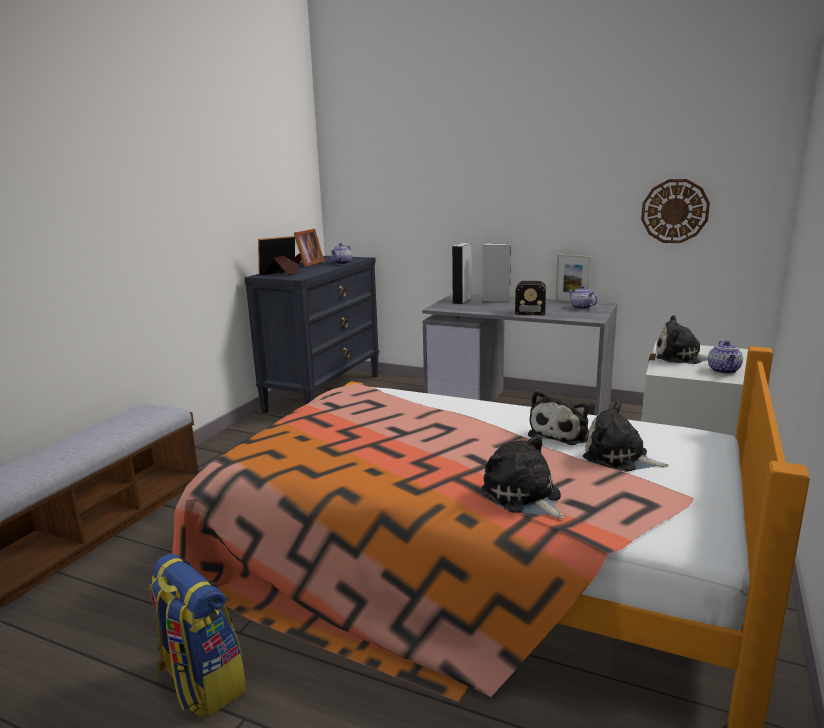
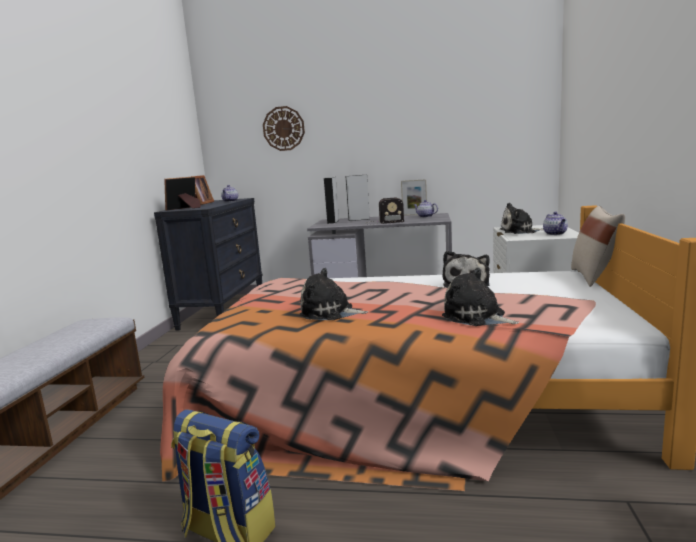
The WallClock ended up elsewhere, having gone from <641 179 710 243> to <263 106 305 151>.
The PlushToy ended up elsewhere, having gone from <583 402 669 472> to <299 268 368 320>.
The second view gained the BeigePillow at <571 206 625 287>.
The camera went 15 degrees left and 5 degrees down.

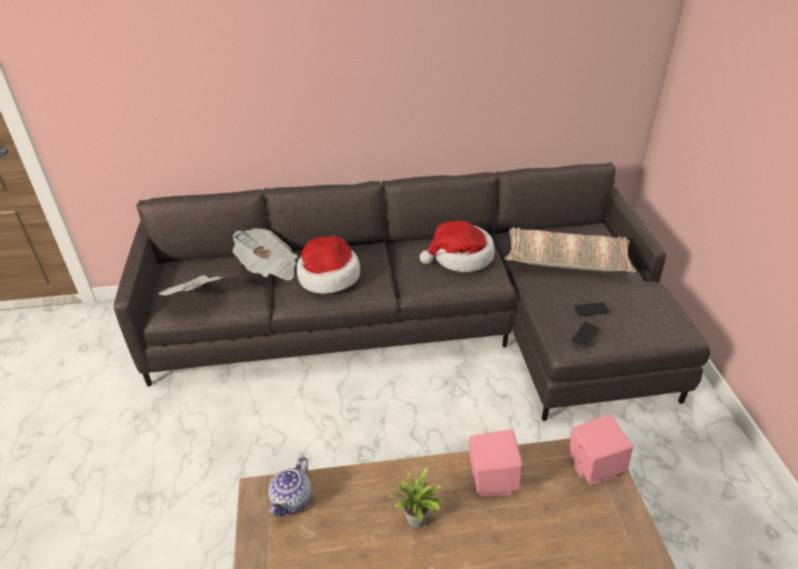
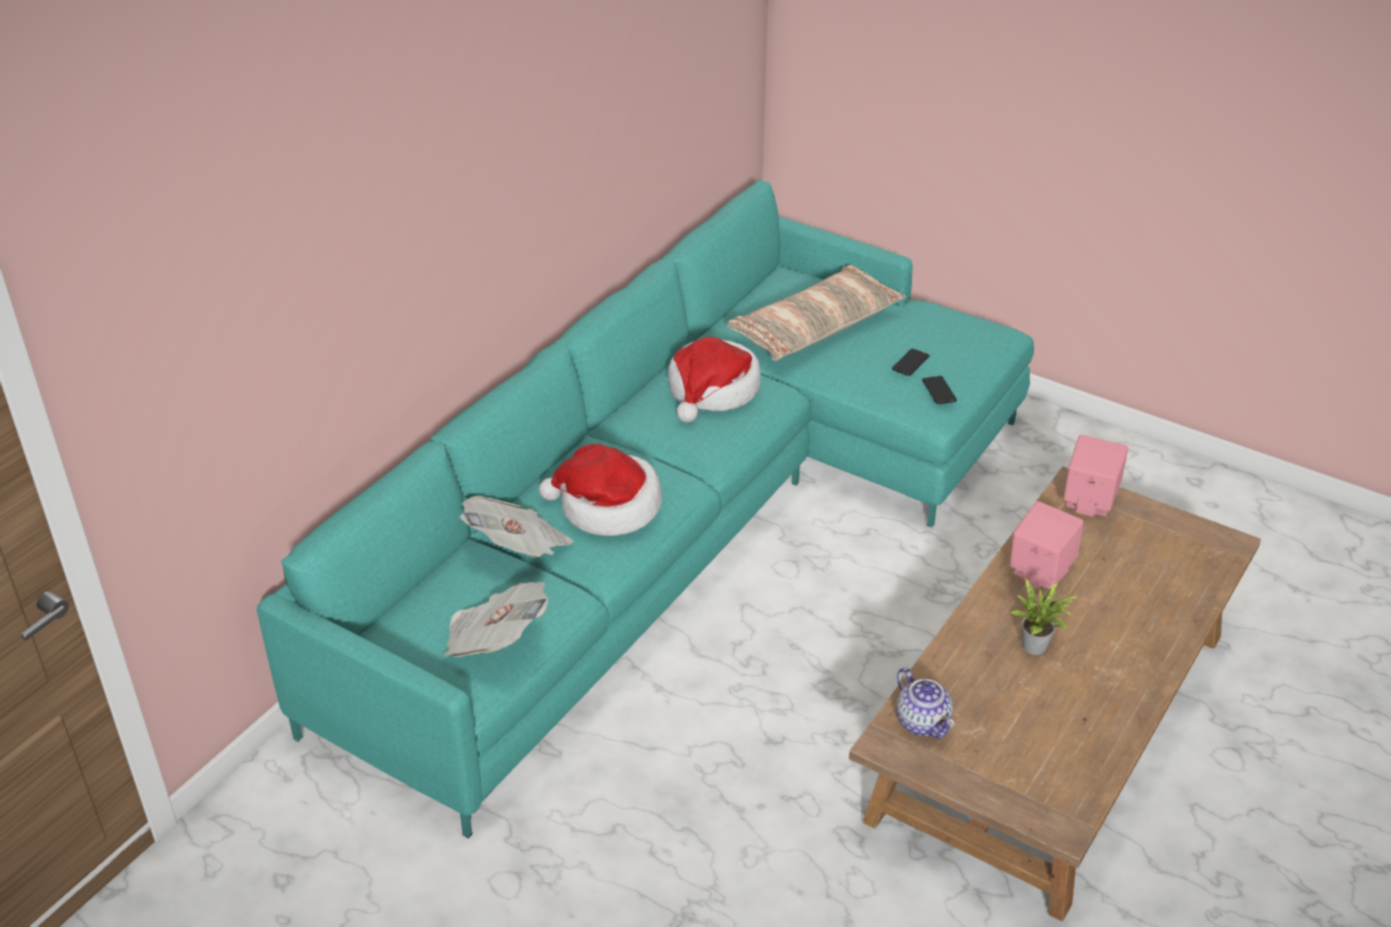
What was the GreyCouch at <114 162 710 421> turned into the TurquoiseCouch at <257 180 1034 838>.
The camera went 50 degrees left and 0 degrees up.

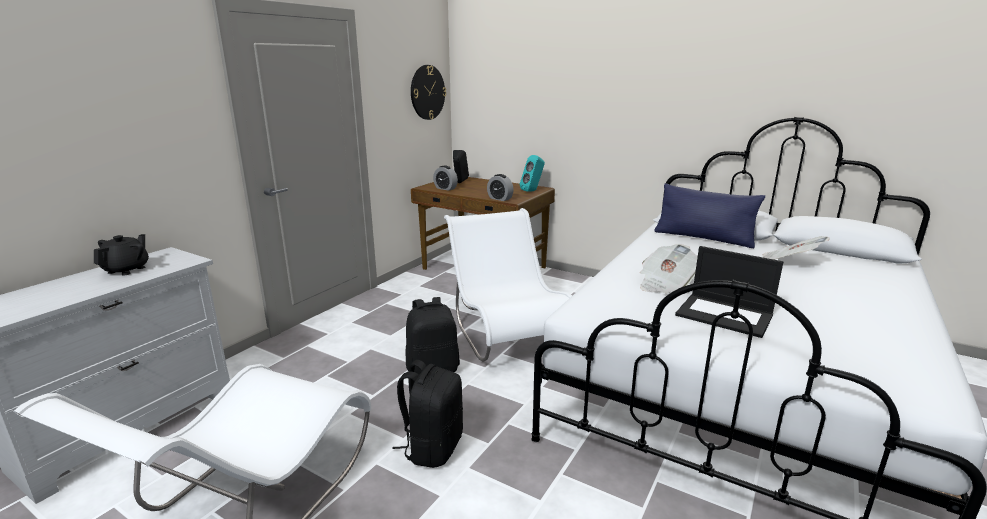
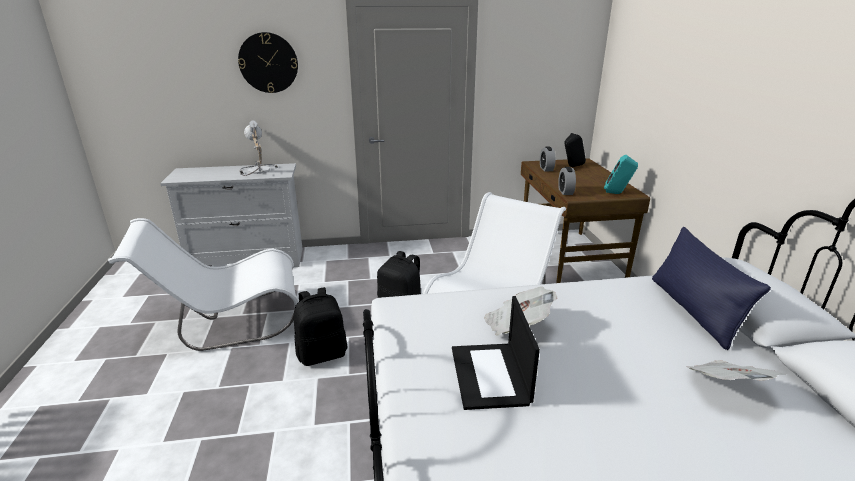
The WallClock ended up elsewhere, having gone from <411 65 446 120> to <238 32 298 93>.
Where the BlackishTeaPot stood at <94 234 149 276>, the LampForATable came to stand at <239 120 278 176>.
The camera went 50 degrees right and 5 degrees up.

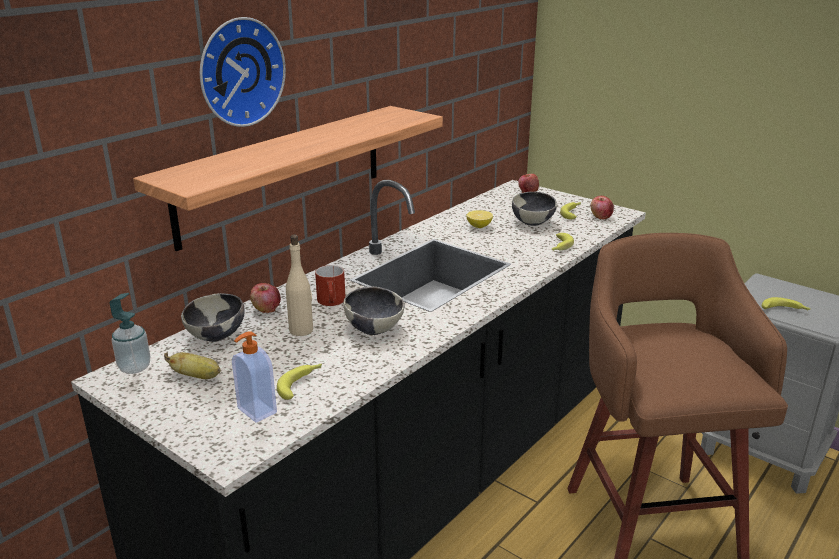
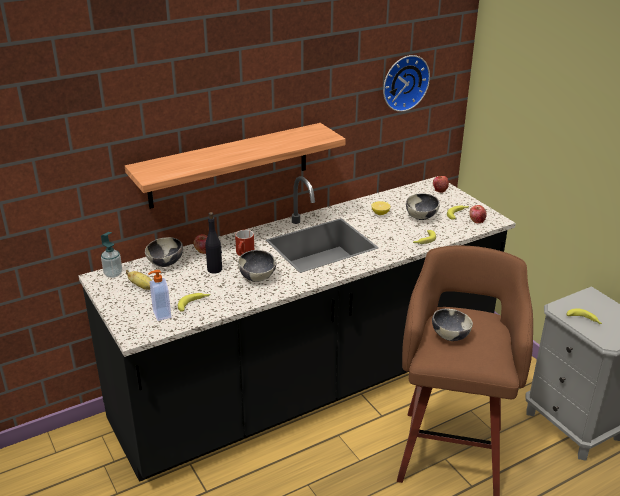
What was the BeigeBottle at <286 235 313 336> turned into the BlackishBottle at <205 212 222 273>.
The WallClock ended up elsewhere, having gone from <200 17 286 127> to <383 55 430 112>.
The second view gained the DeepDish at <432 309 473 341>.
The camera went 20 degrees right and 5 degrees up.

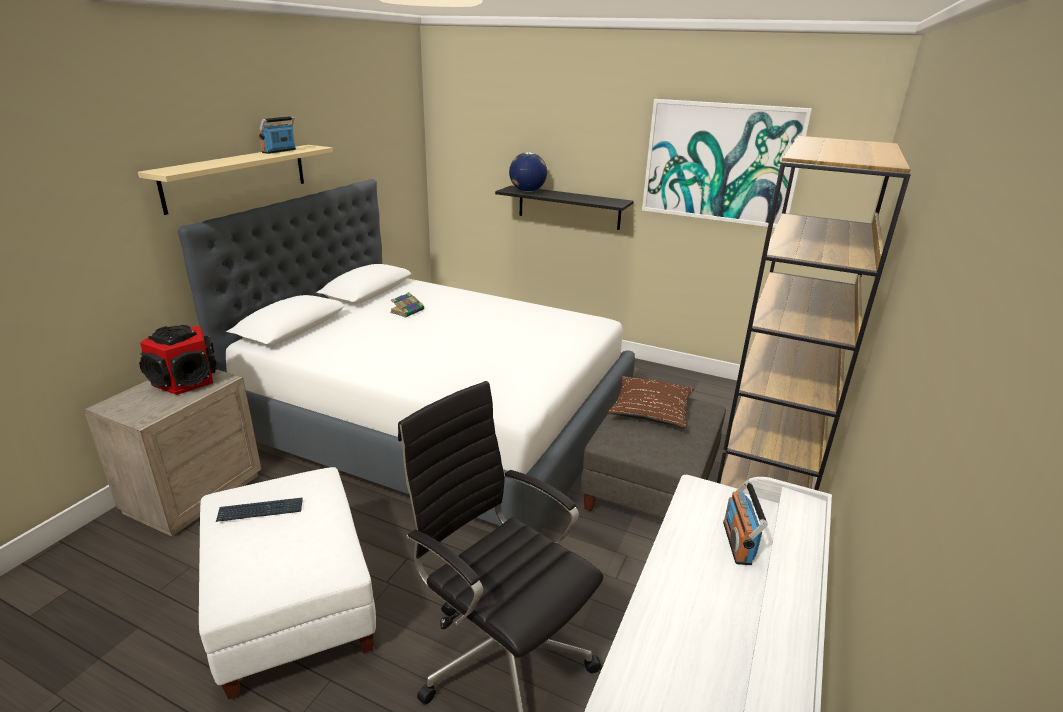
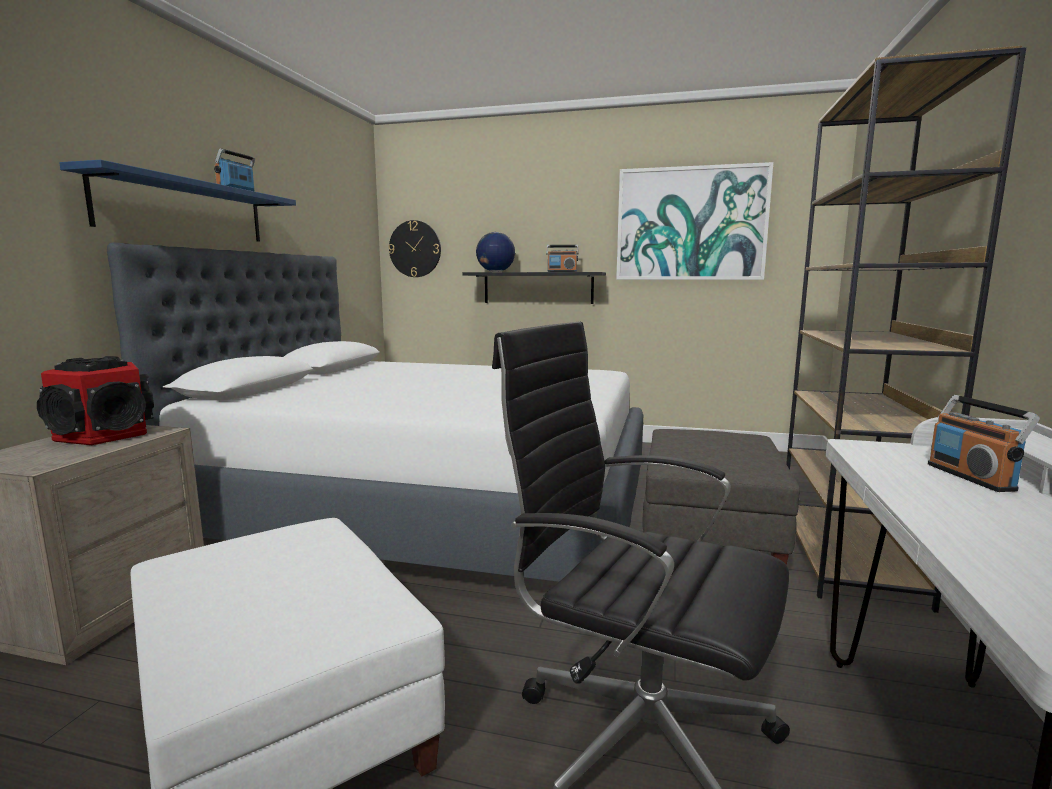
What was the BeigeWallShelf at <138 145 333 215> turned into the BlueWallShelf at <59 160 296 242>.
The second view gained the WallClock at <388 220 441 277>.
The second view gained the Radio at <546 245 579 272>.
The second view lost the PcKeyboard at <216 498 302 522>.
The second view lost the Volume at <390 292 424 318>.
The second view lost the BrownColouredPillow at <608 376 694 428>.
The camera went 10 degrees left and 15 degrees down.

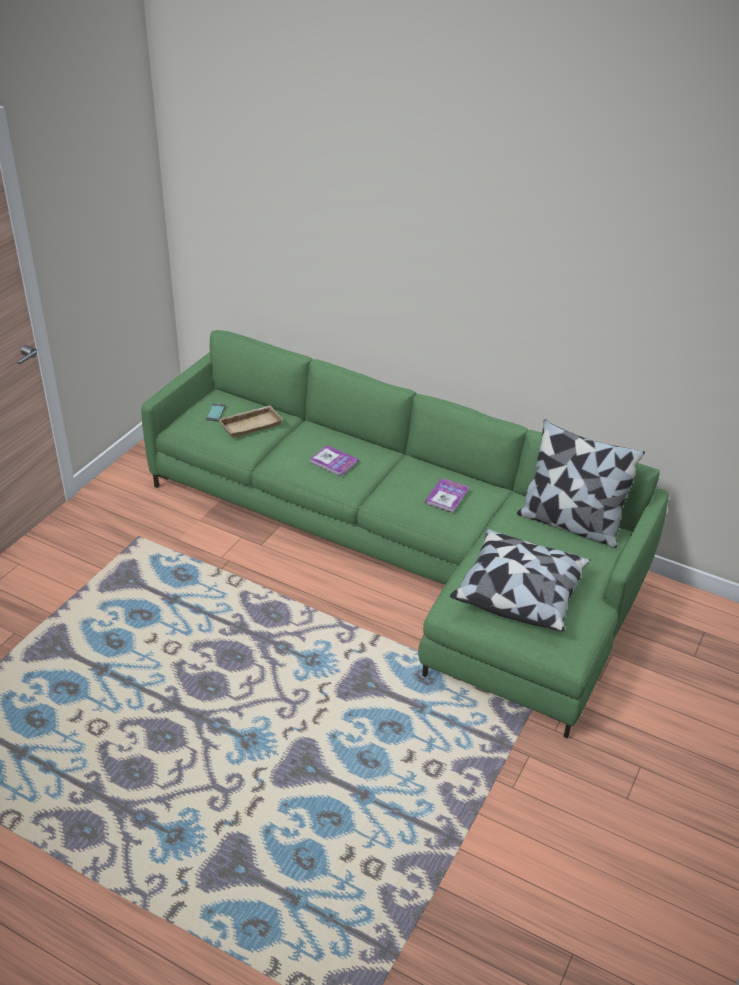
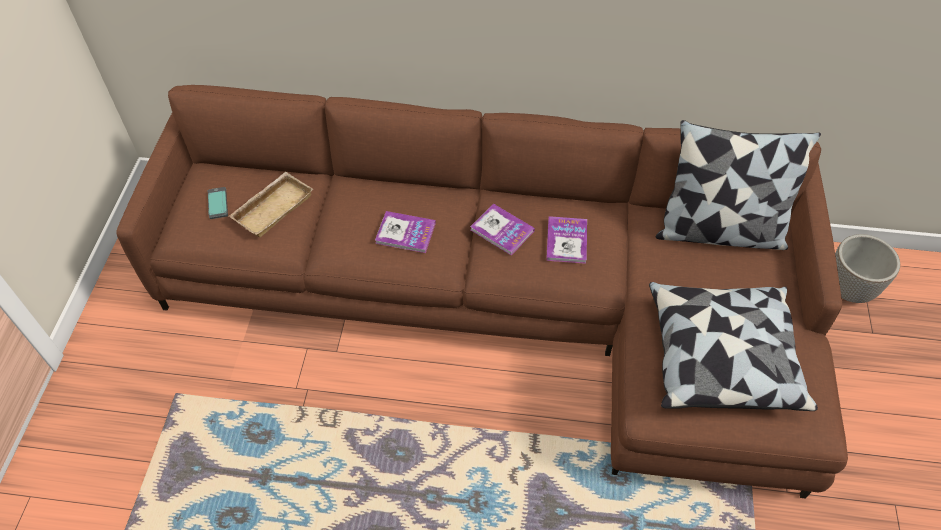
What was the GreenishCouch at <141 330 669 739> turned into the BrownColouredCouch at <116 85 848 498>.
The second view gained the Volume at <470 204 535 256>.
The second view gained the Planter at <835 234 900 303>.
The camera went 20 degrees left and 15 degrees up.

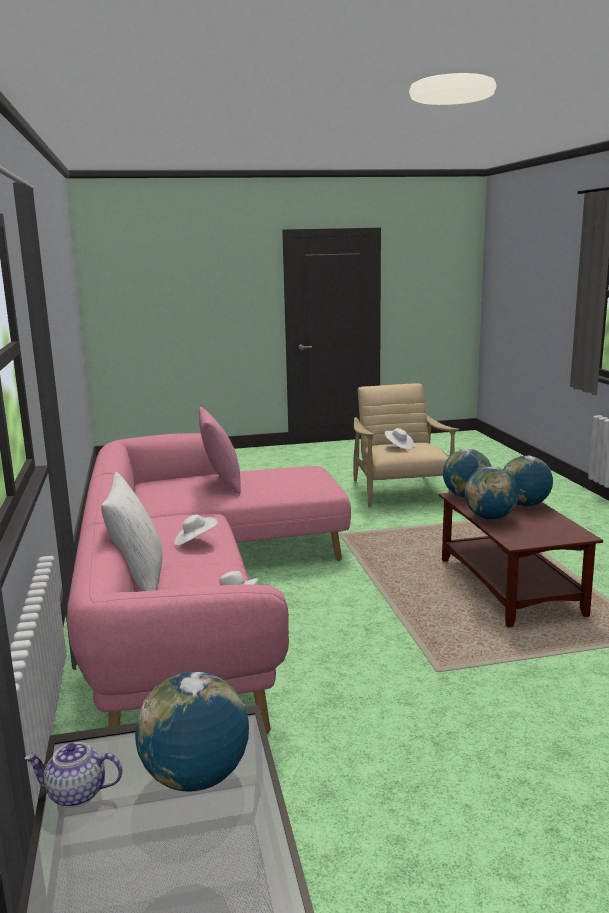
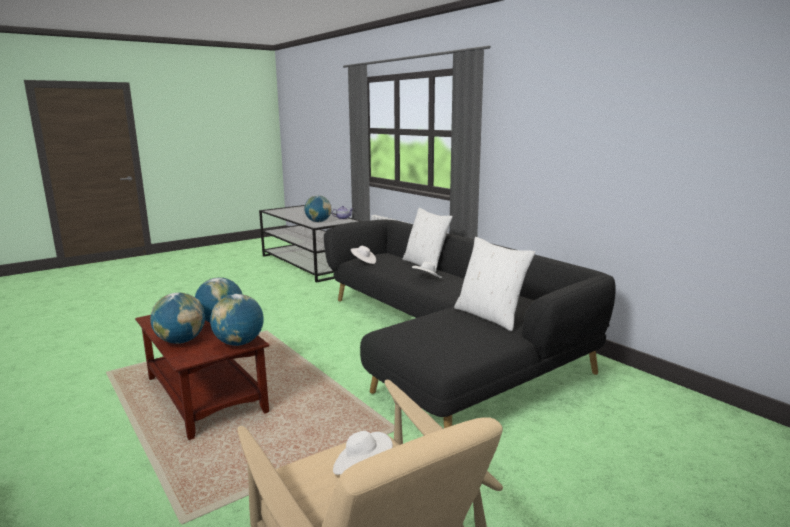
What was the PinkishCouch at <67 433 351 734> turned into the BlackishCouch at <324 220 616 428>.
What was the PinkishPillow at <199 407 240 494> turned into the WhitishPillow at <454 237 535 331>.
The camera went 155 degrees right and 0 degrees up.

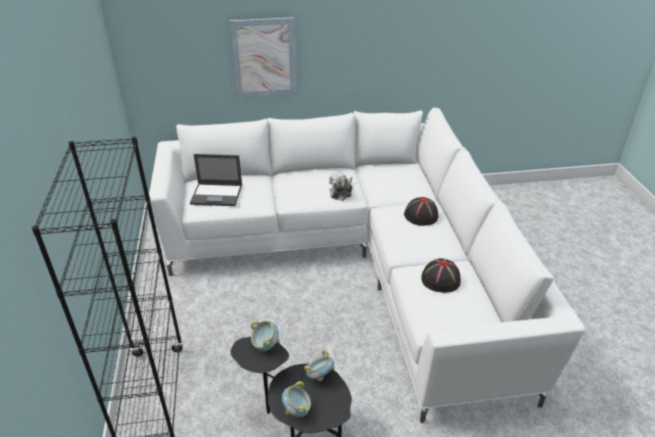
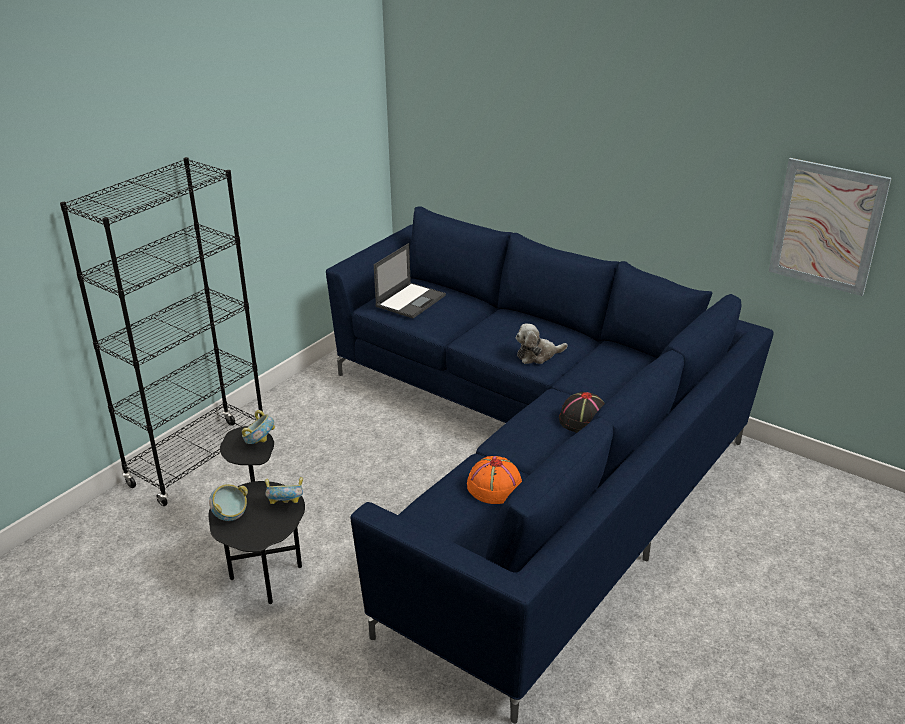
What was the WhitishCouch at <149 107 585 423> turned into the BlueCouch at <326 206 774 724>.
The Laptop at <190 154 242 206> ended up facing another way, 105 degrees counterclockwise from before.
What was the BlackishClothingHat at <421 258 461 293> turned into the OrangeyClothingHat at <467 456 522 504>.
The Picture ended up elsewhere, having gone from <230 17 297 98> to <769 158 891 296>.
The camera went 45 degrees right and 5 degrees down.

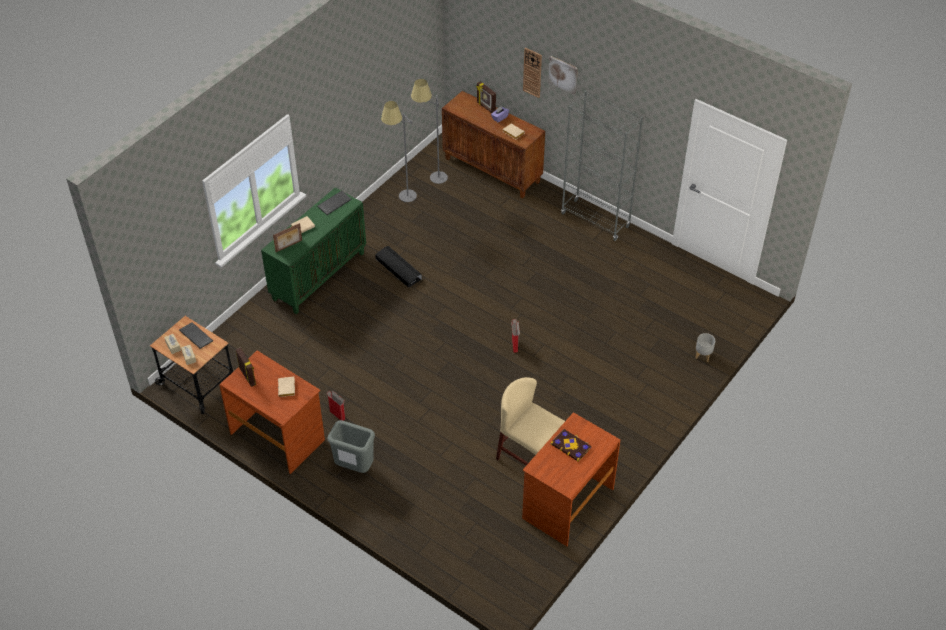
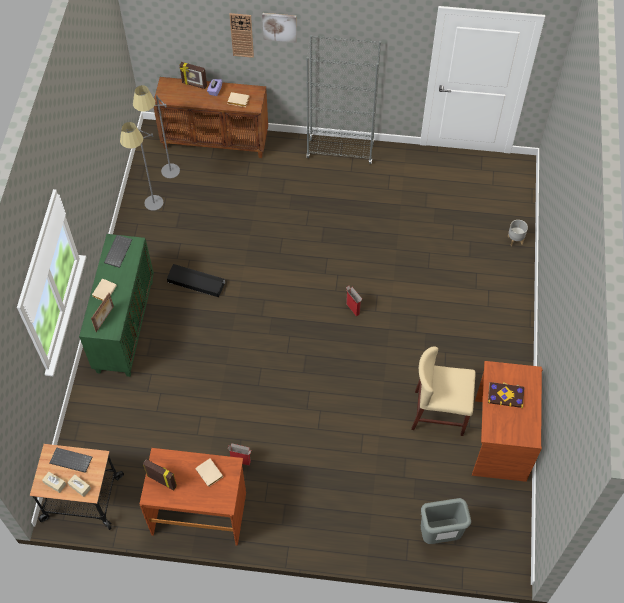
The GreyTrashCan ended up elsewhere, having gone from <327 420 375 473> to <421 498 471 544>.
The camera went 30 degrees left and 10 degrees up.

